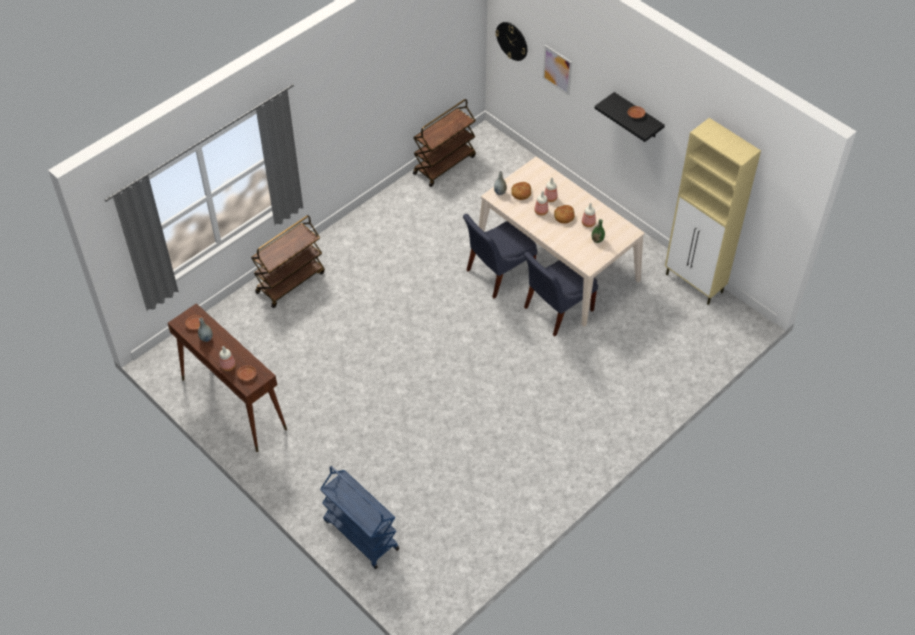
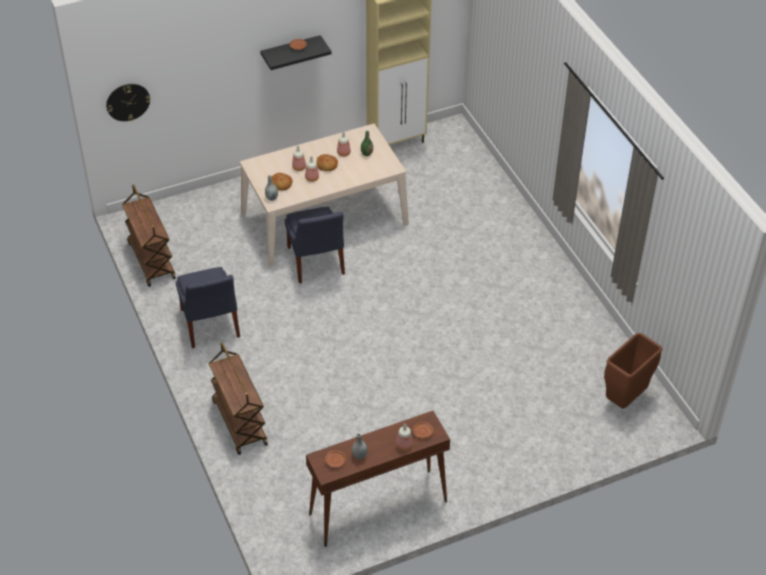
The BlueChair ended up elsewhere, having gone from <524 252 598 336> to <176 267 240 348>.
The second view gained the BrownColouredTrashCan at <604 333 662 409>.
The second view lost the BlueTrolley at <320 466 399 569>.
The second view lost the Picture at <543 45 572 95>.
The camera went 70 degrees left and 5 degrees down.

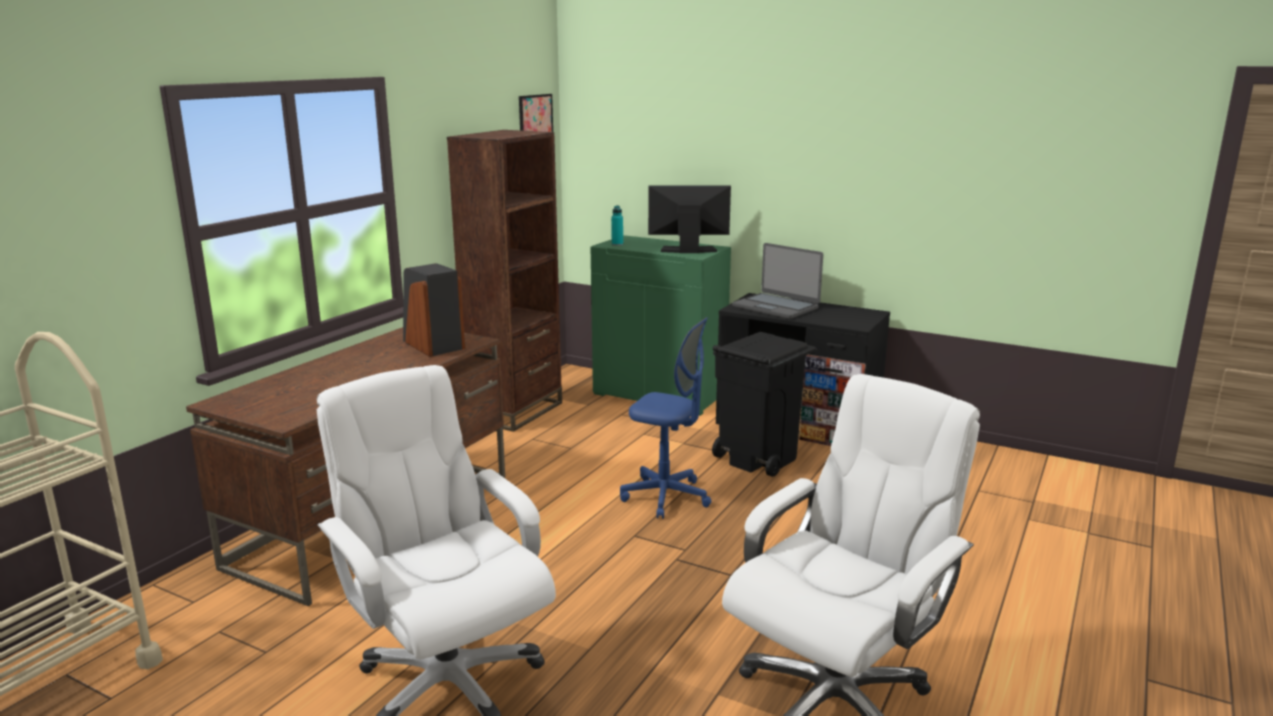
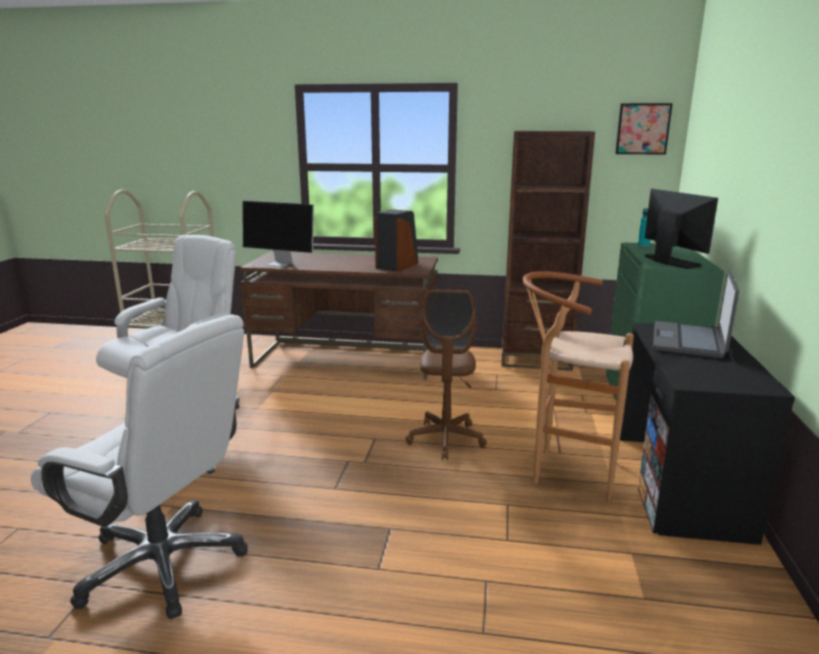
The second view gained the ComputerDisplay at <243 201 314 267>.
What was the BlueDeskChair at <620 317 711 519> turned into the BrownColouredDeskChair at <406 290 487 461>.
Where the BlackishTrashCan stood at <712 332 817 477>, the BrownColouredSittingStool came to stand at <522 271 634 503>.
The camera went 70 degrees right and 0 degrees up.

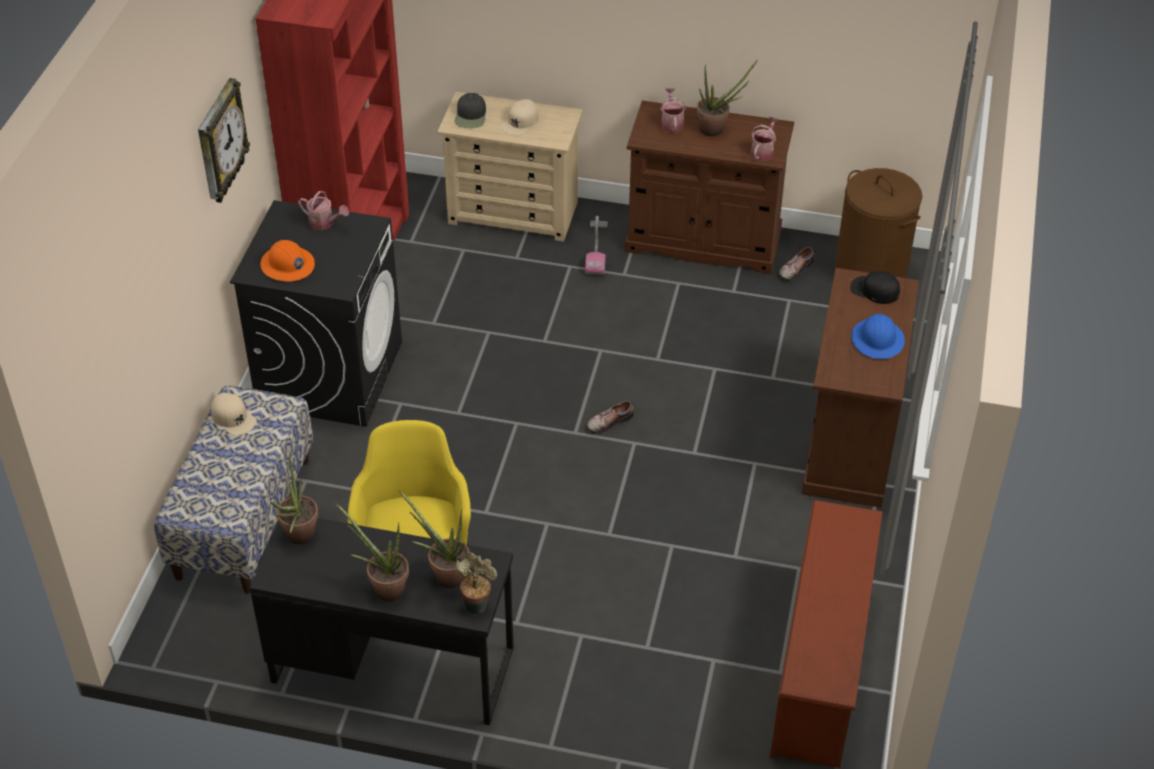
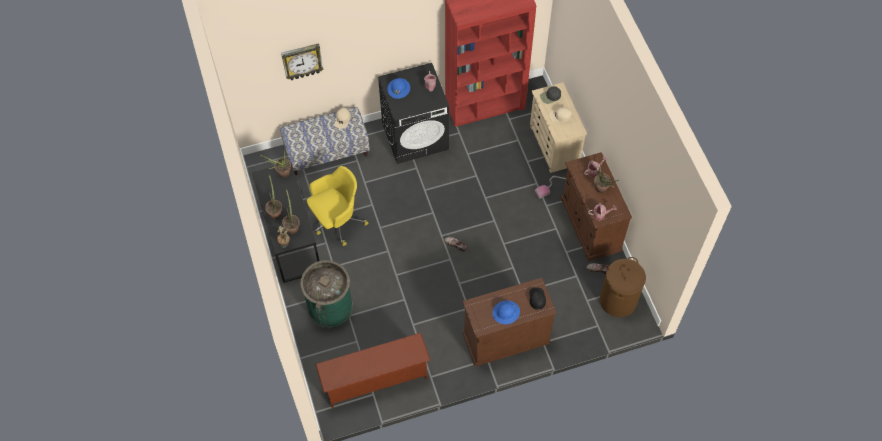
The WallClock ended up elsewhere, having gone from <198 78 250 203> to <281 43 323 80>.
The second view gained the GreenishTrashCan at <300 260 353 329>.
What was the OrangeyHardHat at <260 240 315 282> turned into the BlueHardHat at <387 78 410 99>.
The camera went 60 degrees right and 15 degrees up.

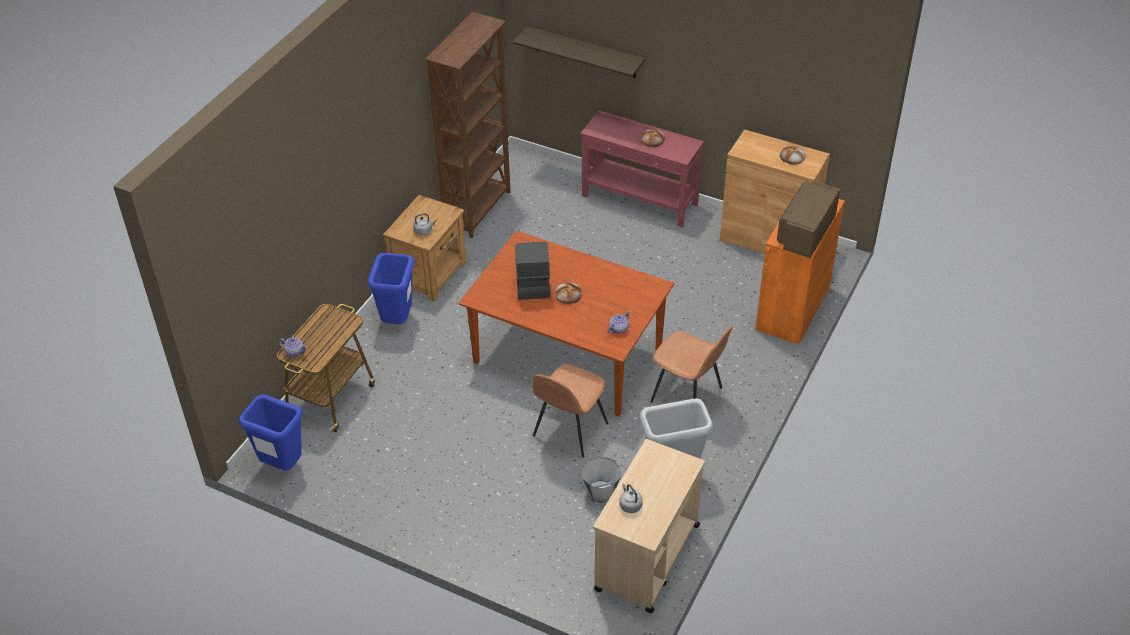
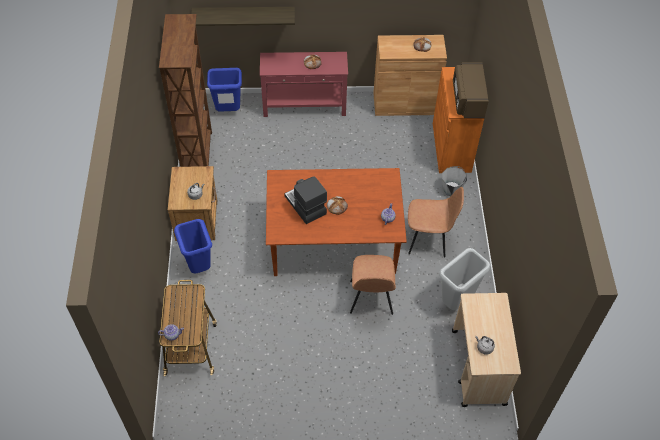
The BlueTrashCan ended up elsewhere, having gone from <239 394 302 471> to <207 68 242 112>.
The GreyPail ended up elsewhere, having gone from <582 457 621 504> to <442 166 467 196>.
The camera went 30 degrees left and 10 degrees up.

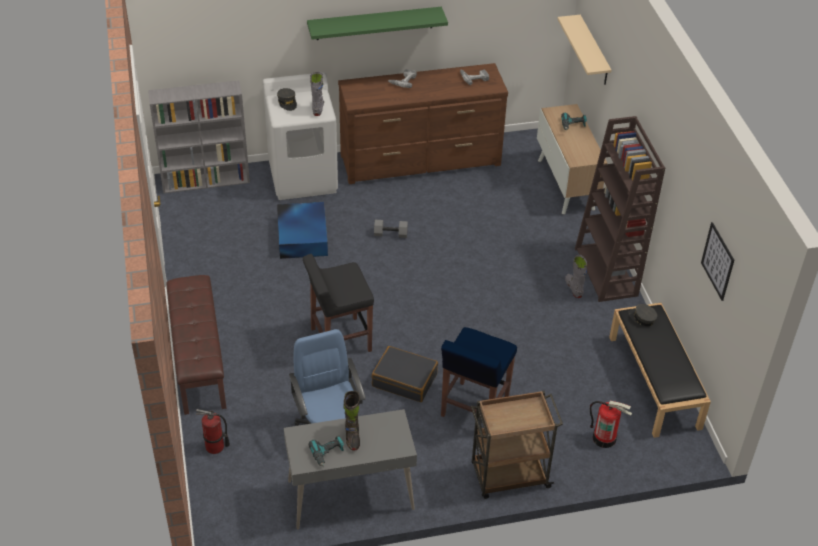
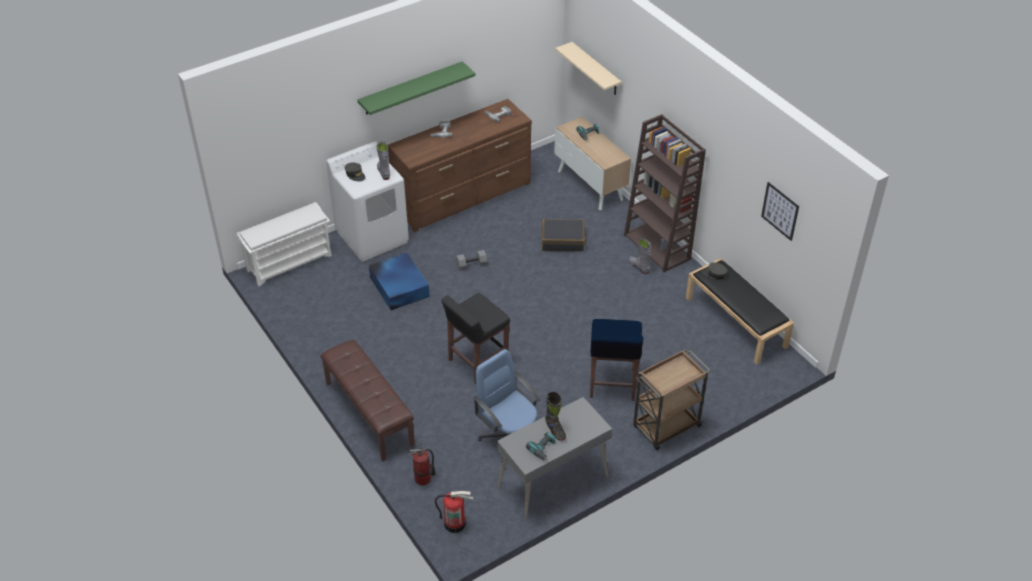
Where the GreyShelvingUnit stood at <148 80 250 194>, the WhitishShoeStand came to stand at <237 202 332 286>.
The FireExtinguisher ended up elsewhere, having gone from <590 401 632 448> to <435 491 473 533>.
The BlackishPieceOfLuggage ended up elsewhere, having gone from <372 346 438 402> to <542 219 585 251>.
The camera went 20 degrees left and 0 degrees up.

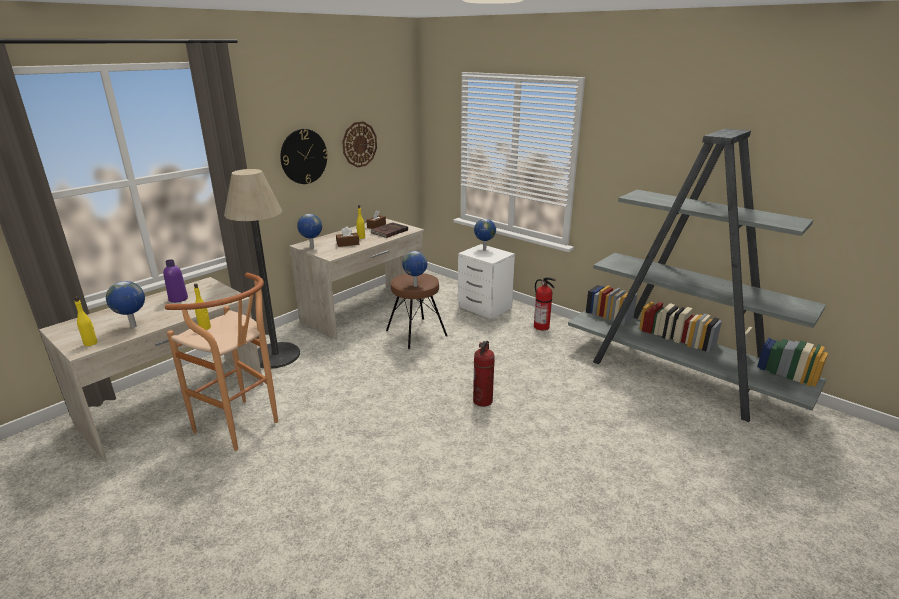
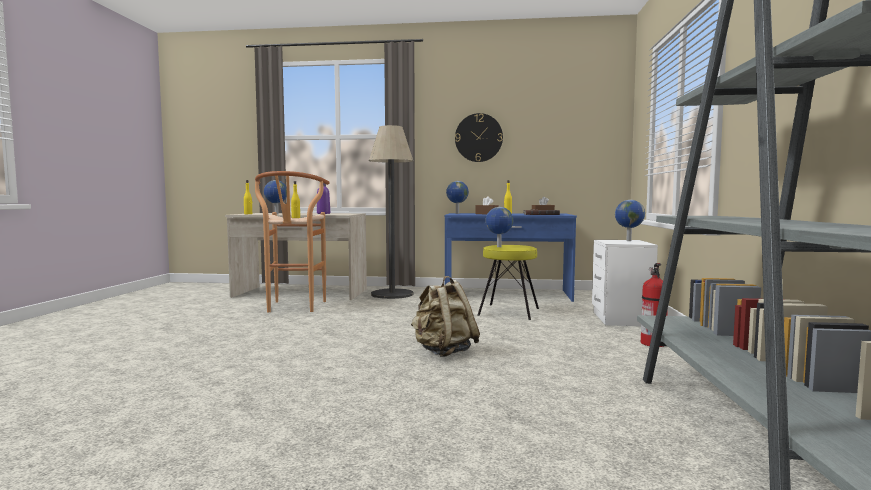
Where the FireExtinguisher stood at <473 341 495 407>, the BeigeBackpack came to stand at <411 276 480 357>.
What was the BeigeDeskTable at <290 219 424 339> turned into the BlueDeskTable at <445 213 577 302>.
What was the BrownColouredSittingStool at <386 273 448 349> turned into the YellowishSittingStool at <477 245 539 320>.
The second view lost the WallClock at <342 121 377 168>.
The camera went 55 degrees right and 20 degrees down.

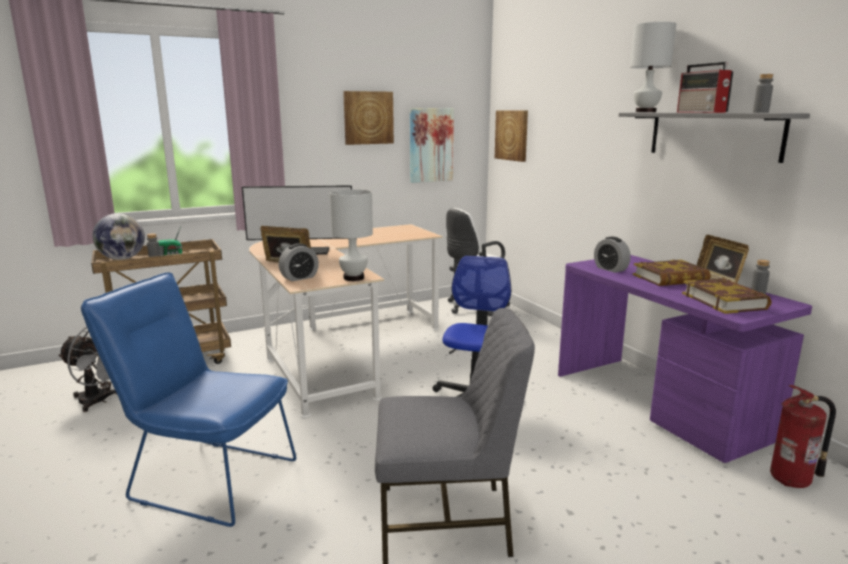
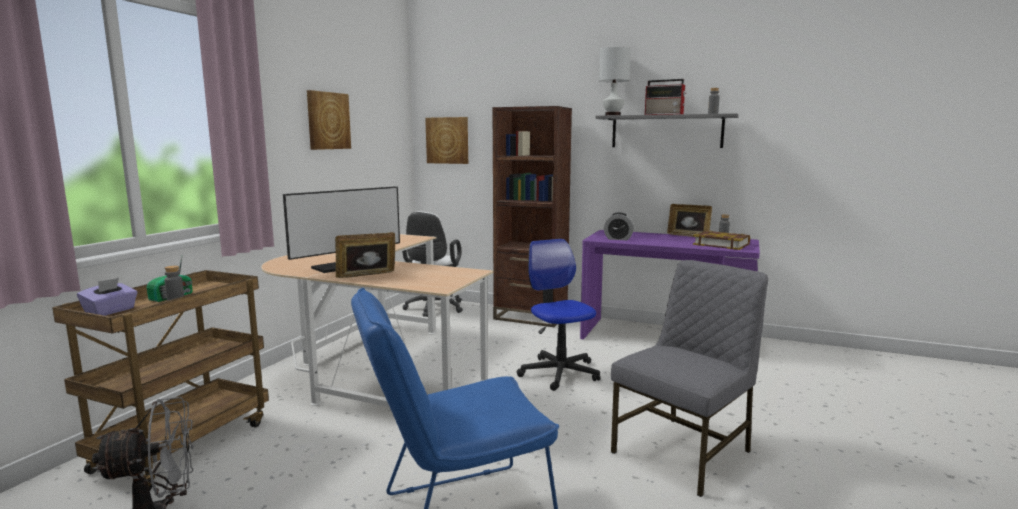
Where the Globe stood at <92 213 145 260>, the PurpleColouredTissueHolder came to stand at <77 278 138 316>.
The second view gained the BrownColouredShelvingUnit at <493 106 572 327>.
The second view lost the BedsideClock at <279 243 319 281>.
The second view lost the WhitishLampForATable at <330 190 373 281>.
The second view lost the Picture at <410 108 454 183>.
The second view lost the Volume at <633 260 711 286>.
The second view lost the FireExtinguisher at <770 385 836 488>.
The camera went 40 degrees left and 5 degrees down.

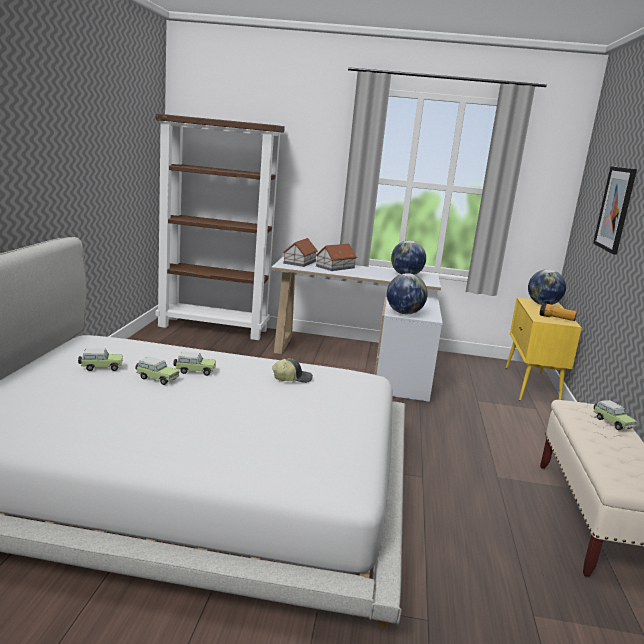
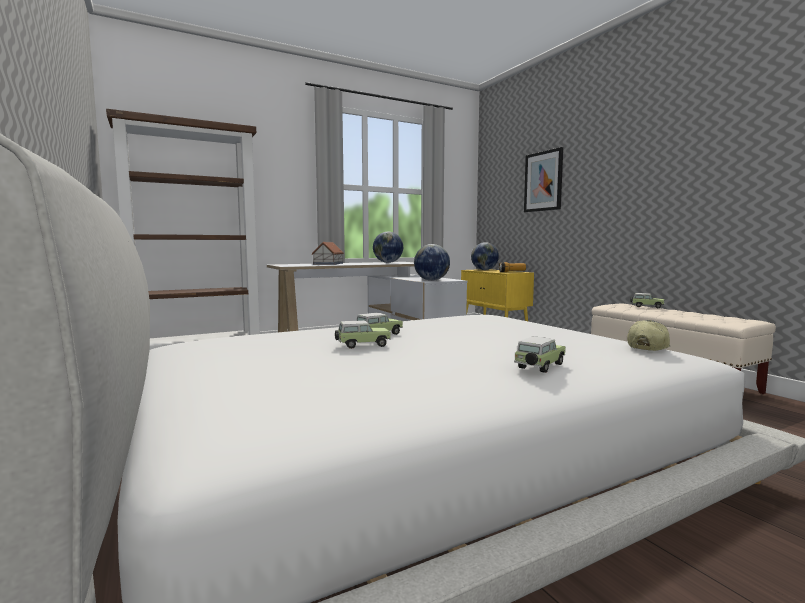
The ModelCar ended up elsewhere, having gone from <78 348 123 371> to <514 337 566 373>.
The BaseballCap ended up elsewhere, having gone from <272 358 313 383> to <627 320 670 351>.
The second view lost the ToyHouse at <283 238 318 267>.
The camera went 35 degrees left and 10 degrees down.

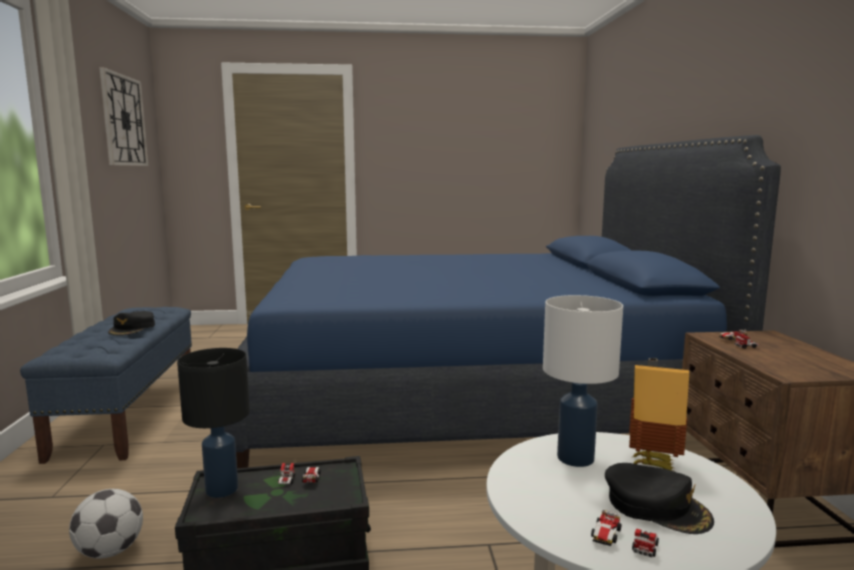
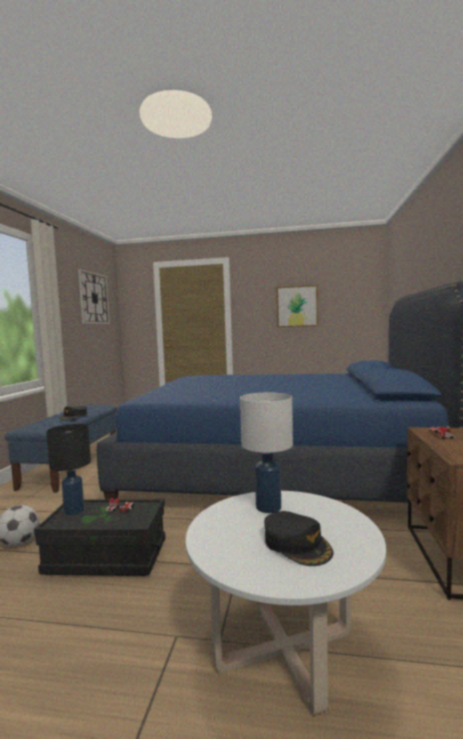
The second view gained the Picture at <277 285 318 327>.
The second view lost the ModelCar at <591 509 659 558>.
The second view lost the ToyHouse at <629 358 689 471>.
The camera went 15 degrees right and 5 degrees down.

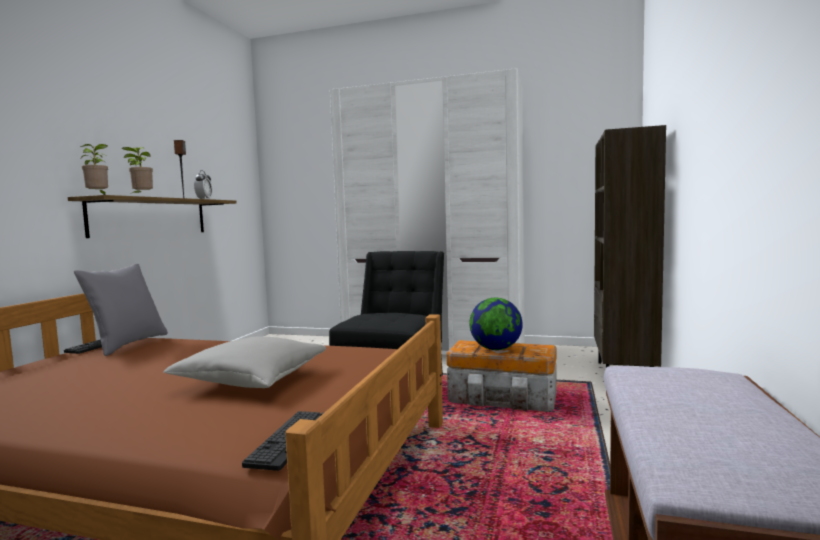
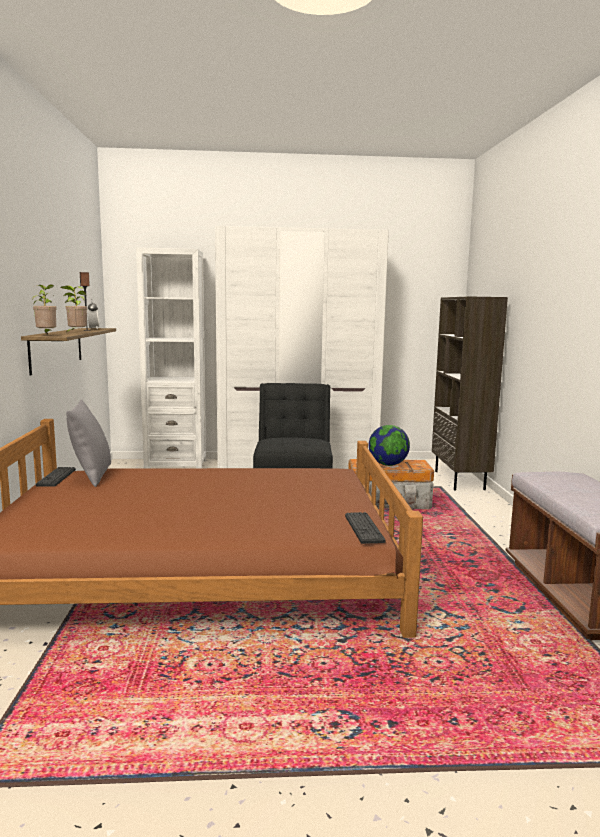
The second view gained the WhitishShelvingUnit at <136 247 206 469>.
The second view lost the GreyPillow at <163 336 326 388>.
The camera went 20 degrees left and 5 degrees up.

